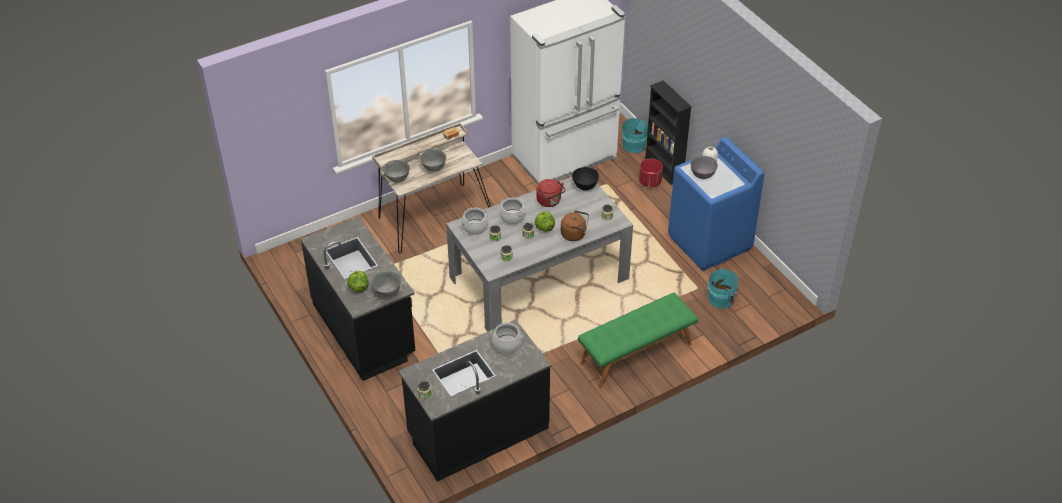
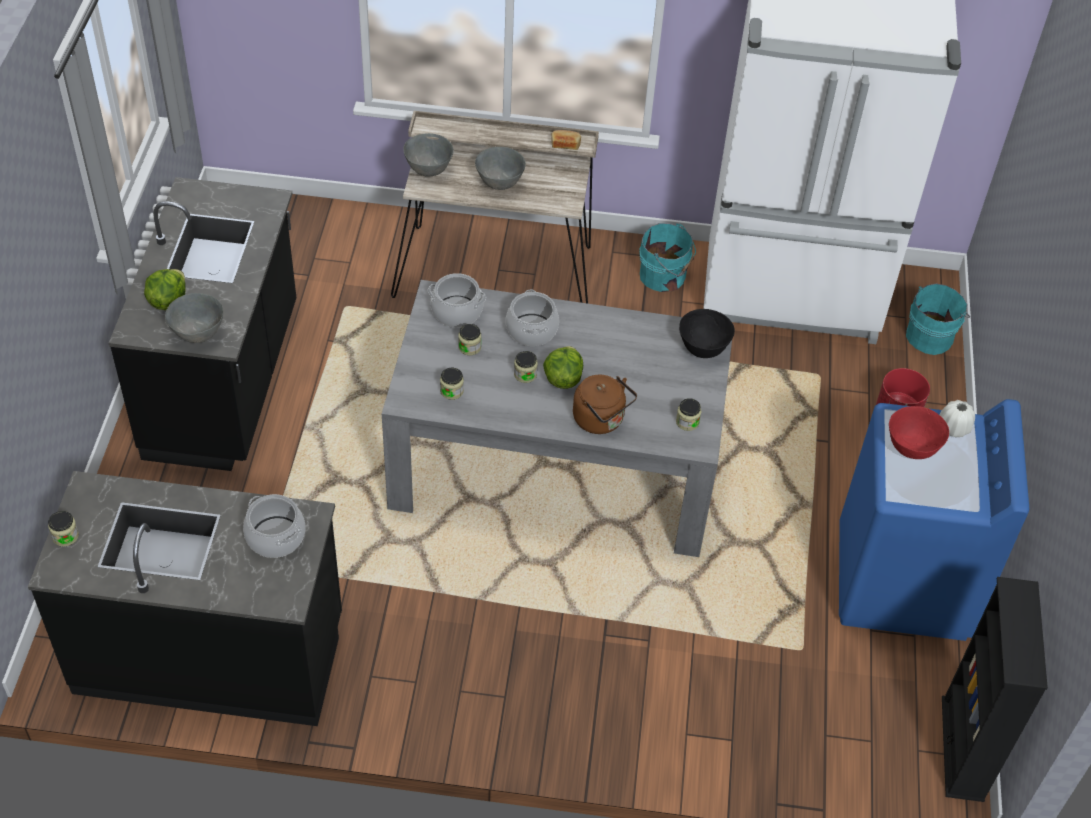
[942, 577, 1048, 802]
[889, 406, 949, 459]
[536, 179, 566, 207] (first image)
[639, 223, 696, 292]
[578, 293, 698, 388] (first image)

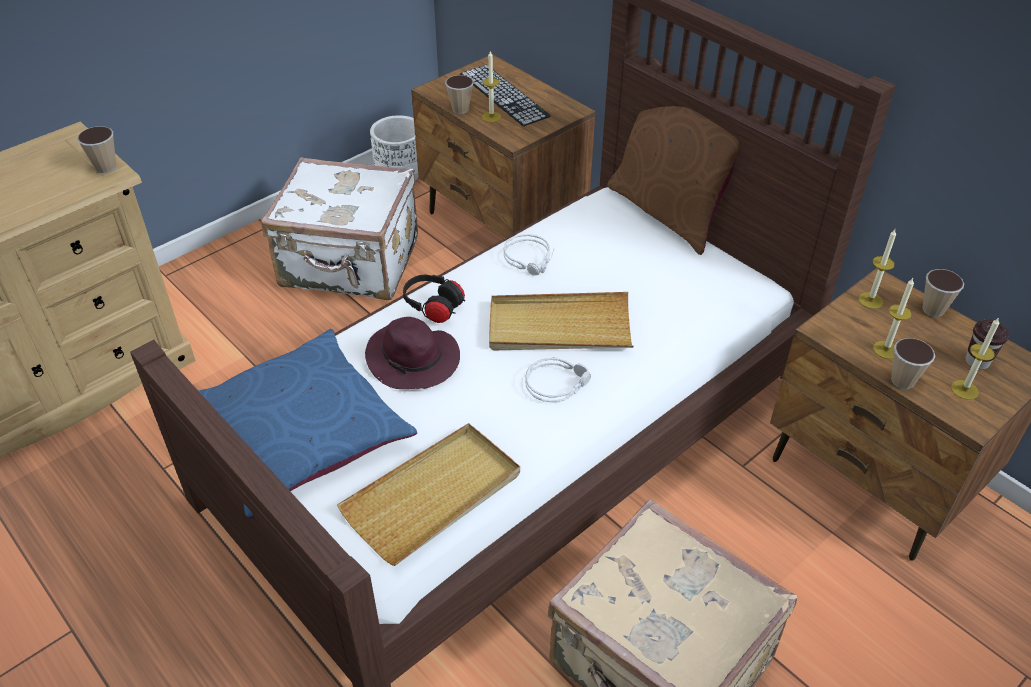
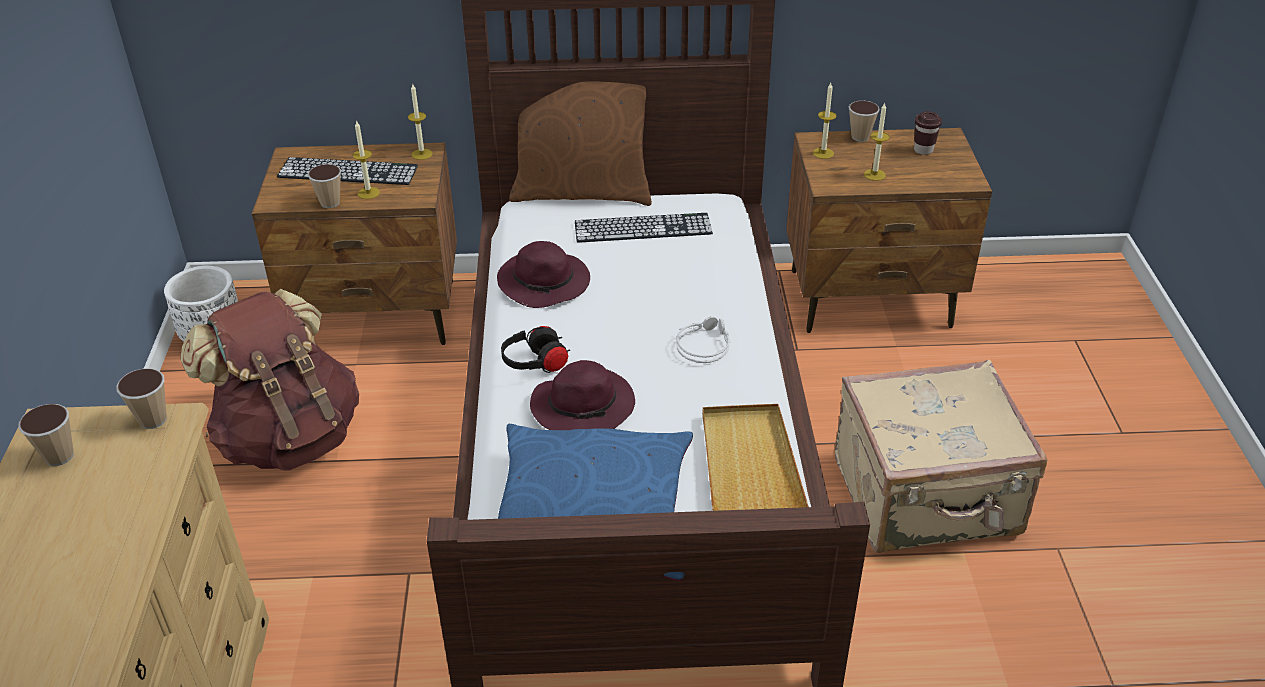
[180, 289, 359, 471]
[497, 241, 590, 308]
[489, 292, 634, 350] (first image)
[408, 83, 433, 160]
[18, 404, 74, 466]
[575, 213, 713, 243]

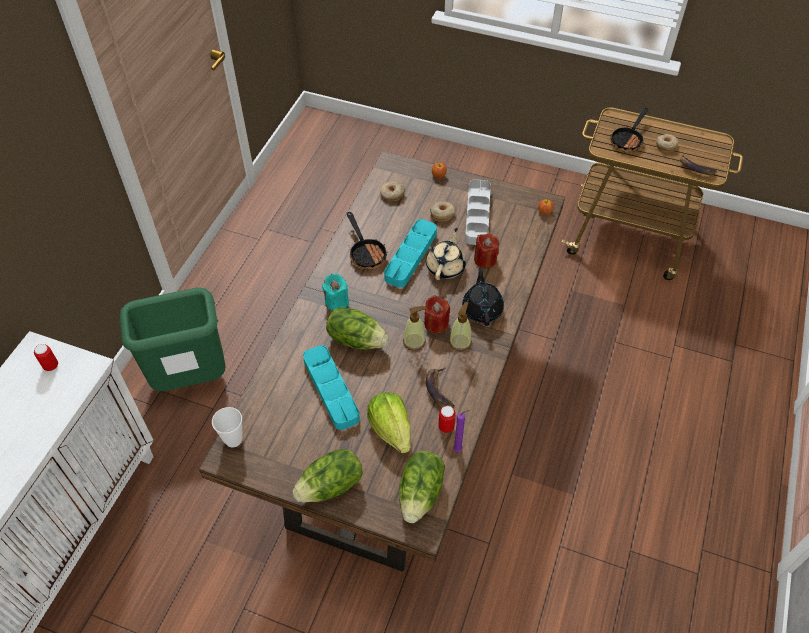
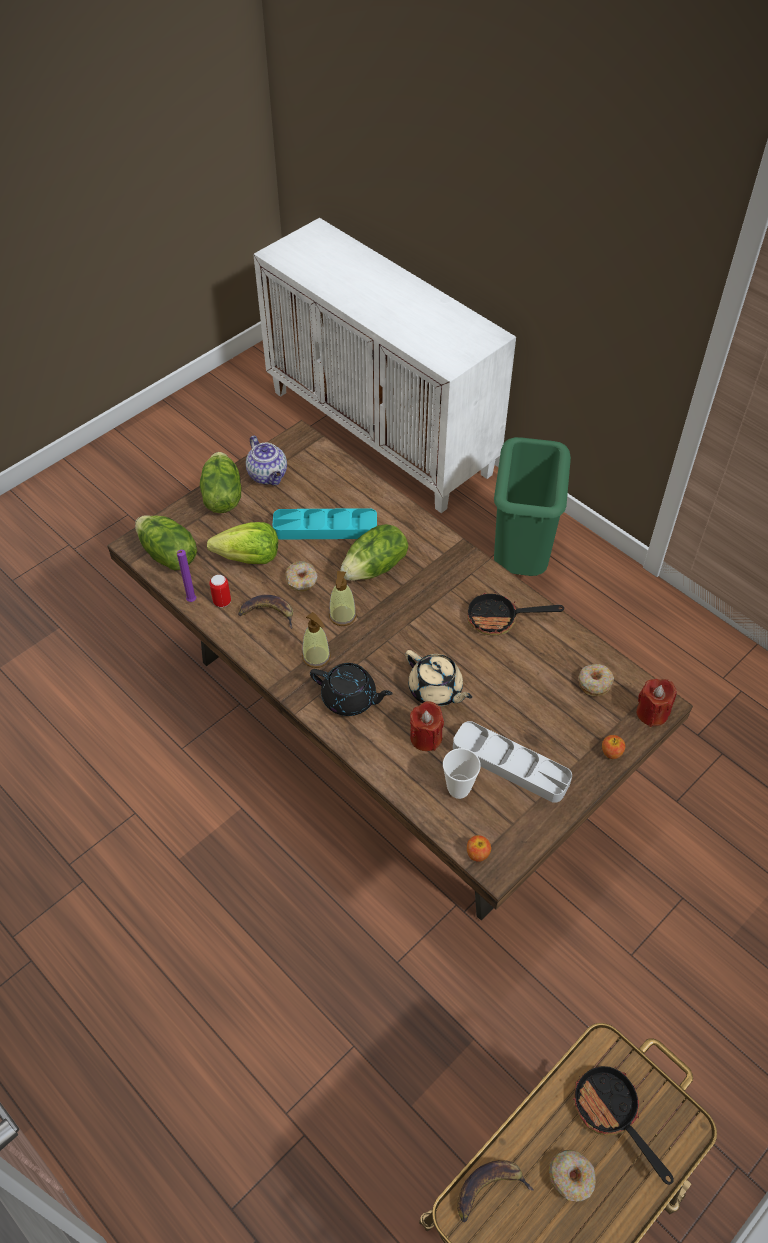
[285, 561, 317, 592]
[384, 219, 437, 288] (first image)
[322, 273, 349, 311] (first image)
[636, 679, 677, 727]
[34, 344, 58, 371] (first image)
[443, 748, 481, 799]
[246, 436, 287, 486]

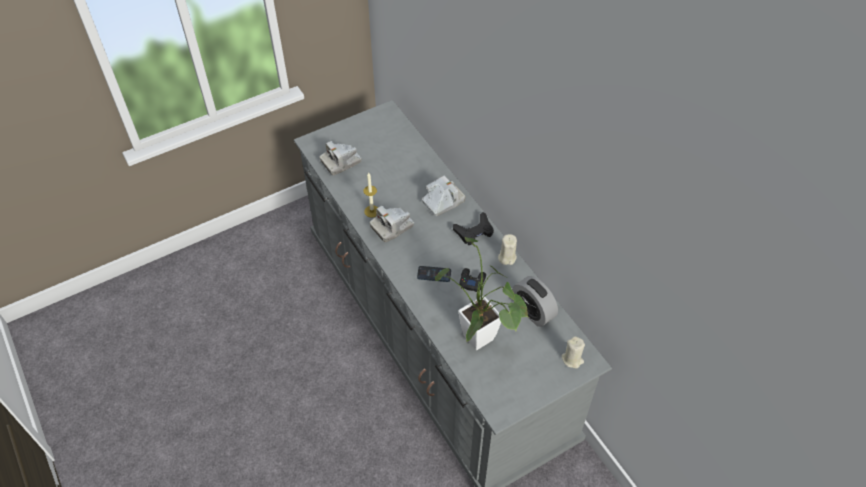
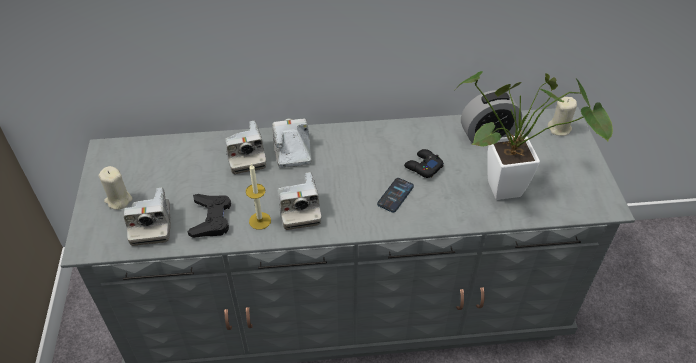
[188, 194, 231, 238]
[99, 166, 132, 210]
[225, 121, 266, 174]

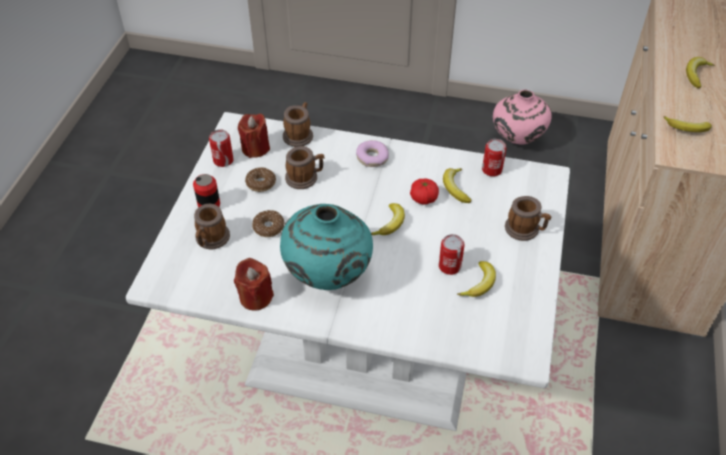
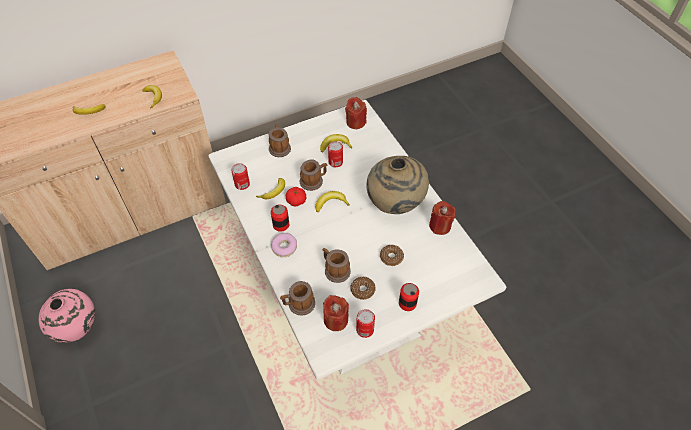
[300, 160, 327, 191]
[367, 156, 429, 214]
[345, 97, 367, 129]
[271, 205, 289, 232]

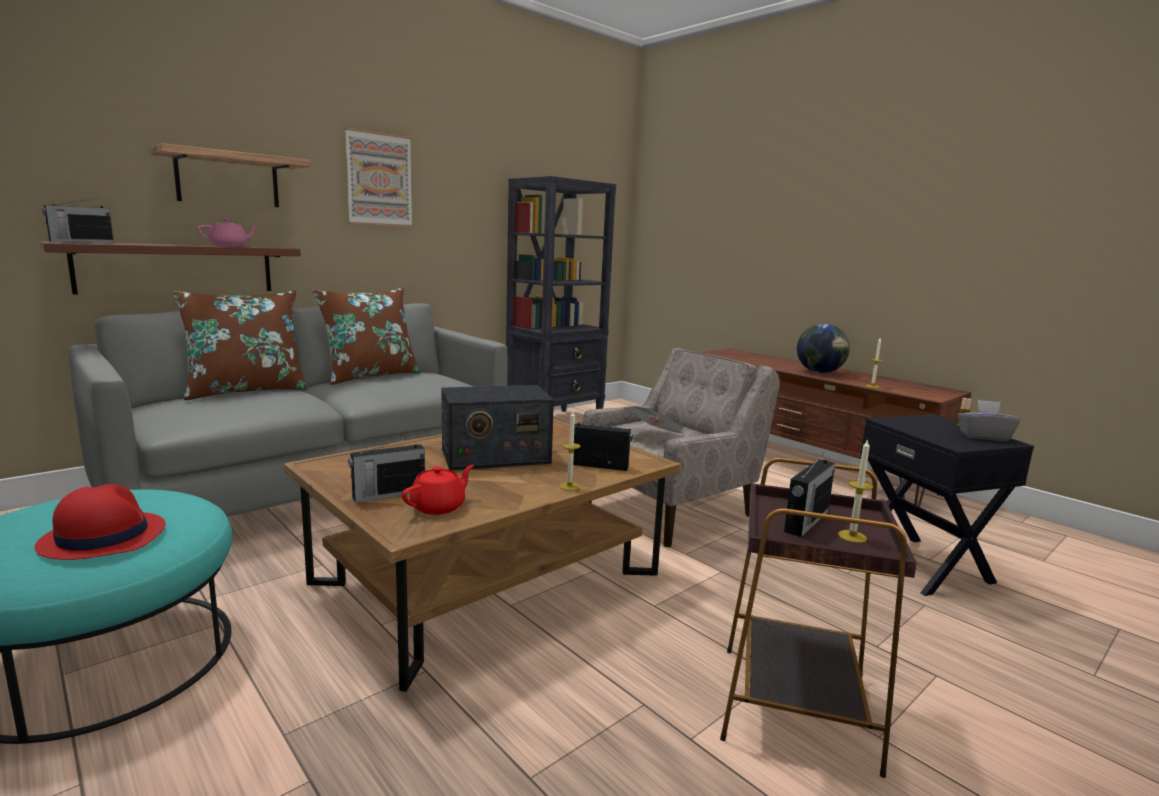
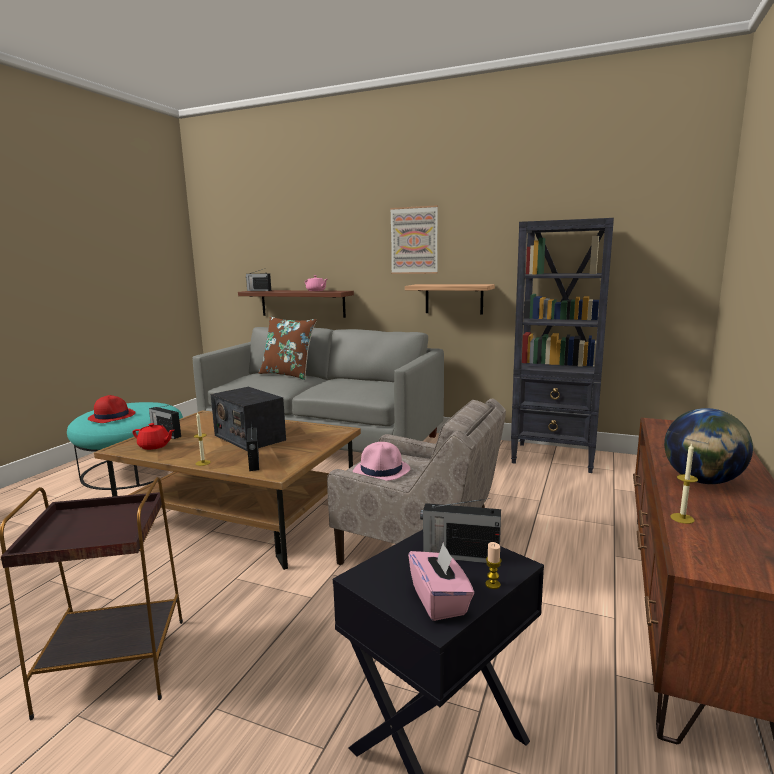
[405, 284, 495, 315]
[312, 288, 421, 385] (first image)
[408, 542, 474, 621]
[353, 442, 410, 481]
[838, 439, 873, 543] (first image)
[420, 498, 501, 563]

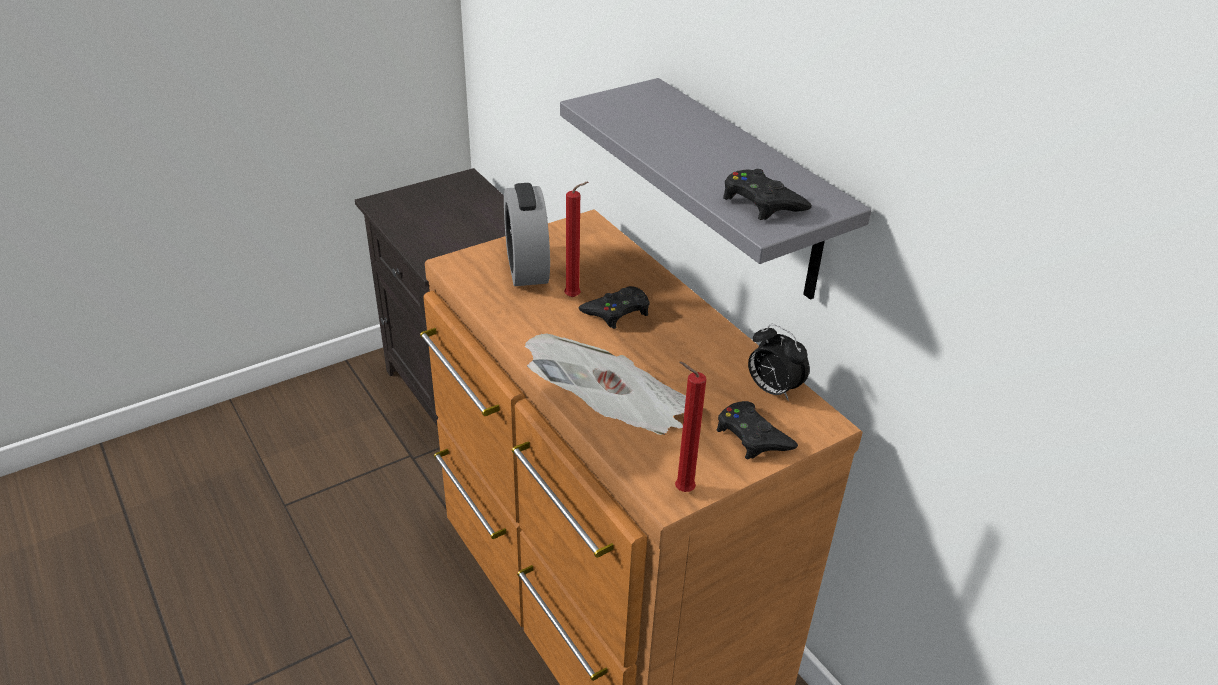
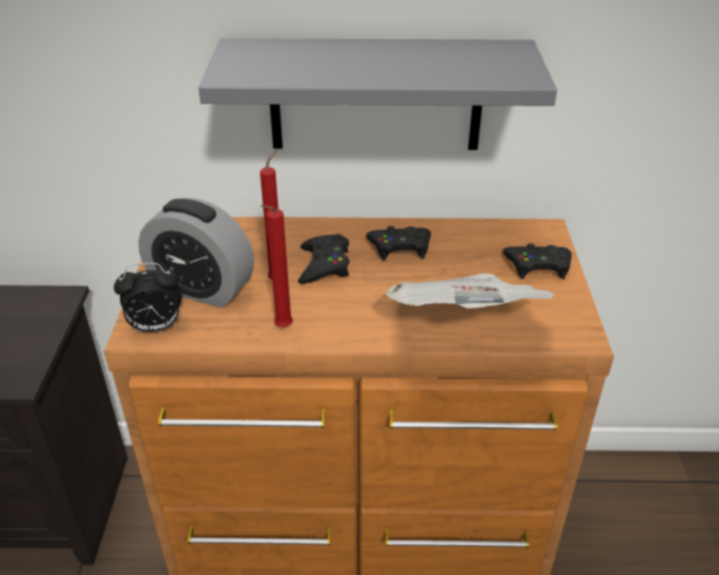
[366, 226, 431, 261]
[114, 263, 182, 332]
[261, 205, 293, 327]

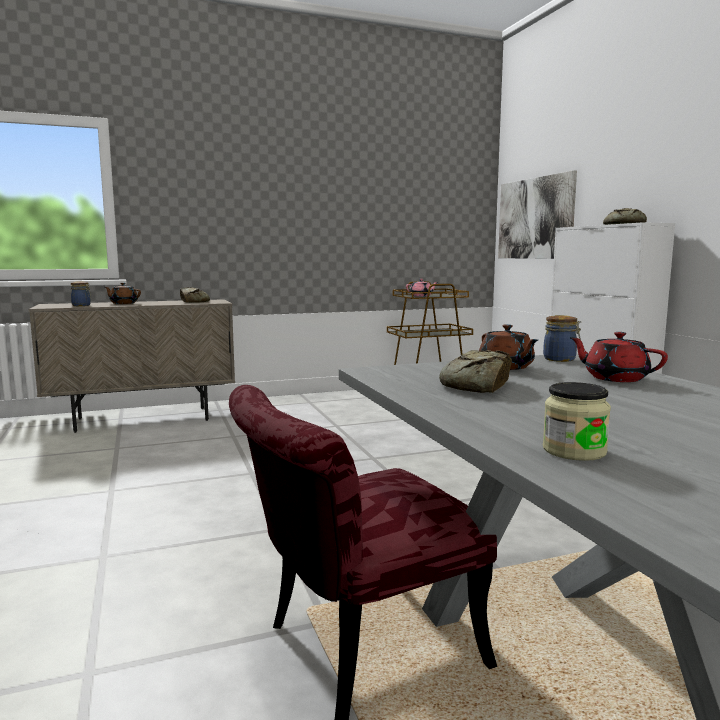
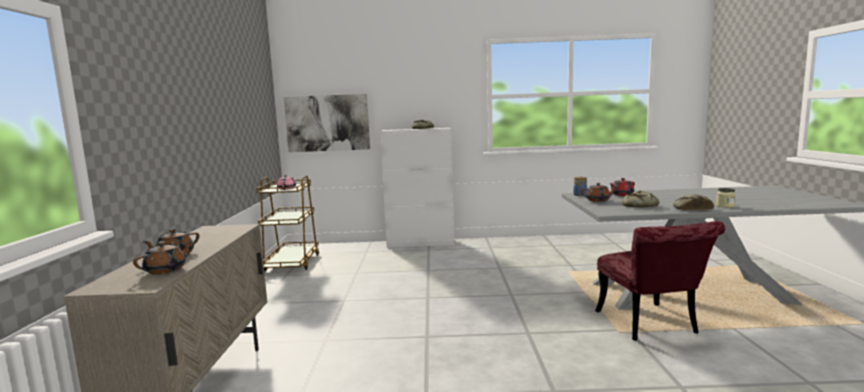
[133, 240, 193, 275]
[673, 194, 714, 210]

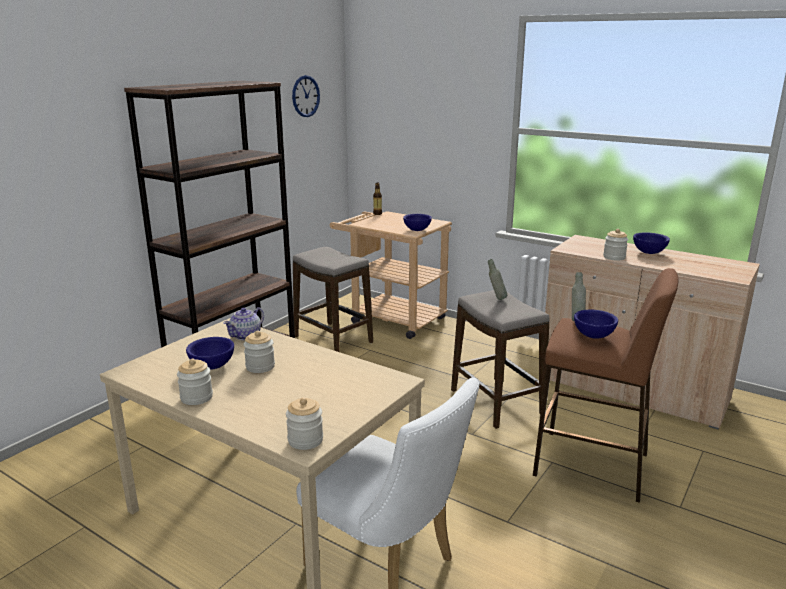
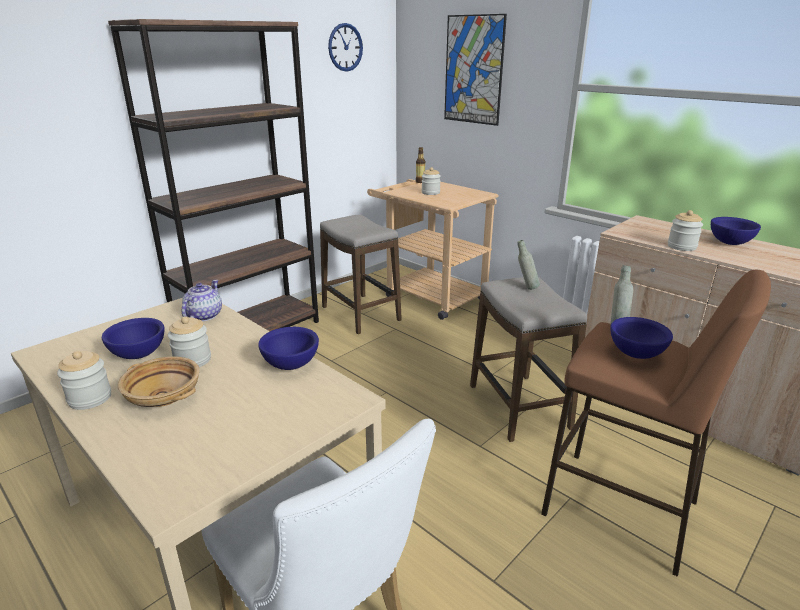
[258, 327, 319, 370]
[182, 280, 222, 321]
[422, 167, 441, 195]
[444, 14, 507, 126]
[118, 357, 200, 407]

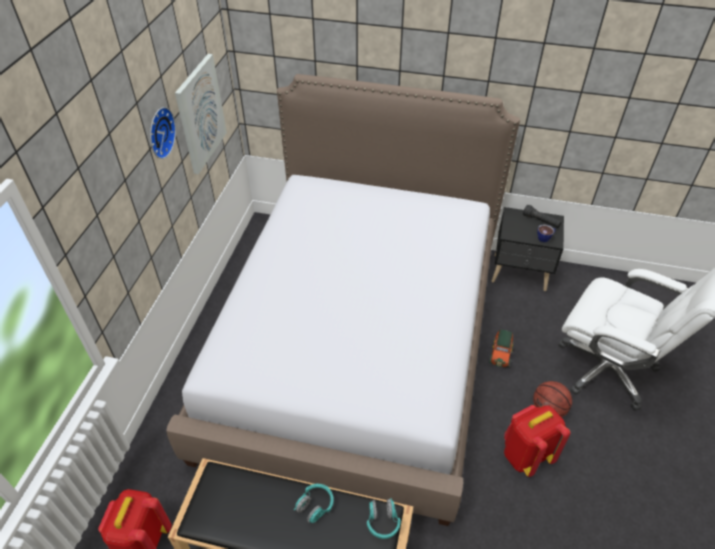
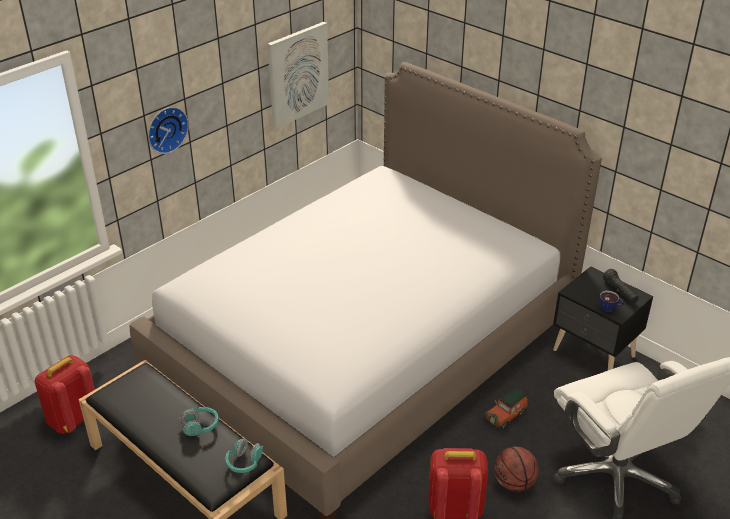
[148, 107, 189, 154]

